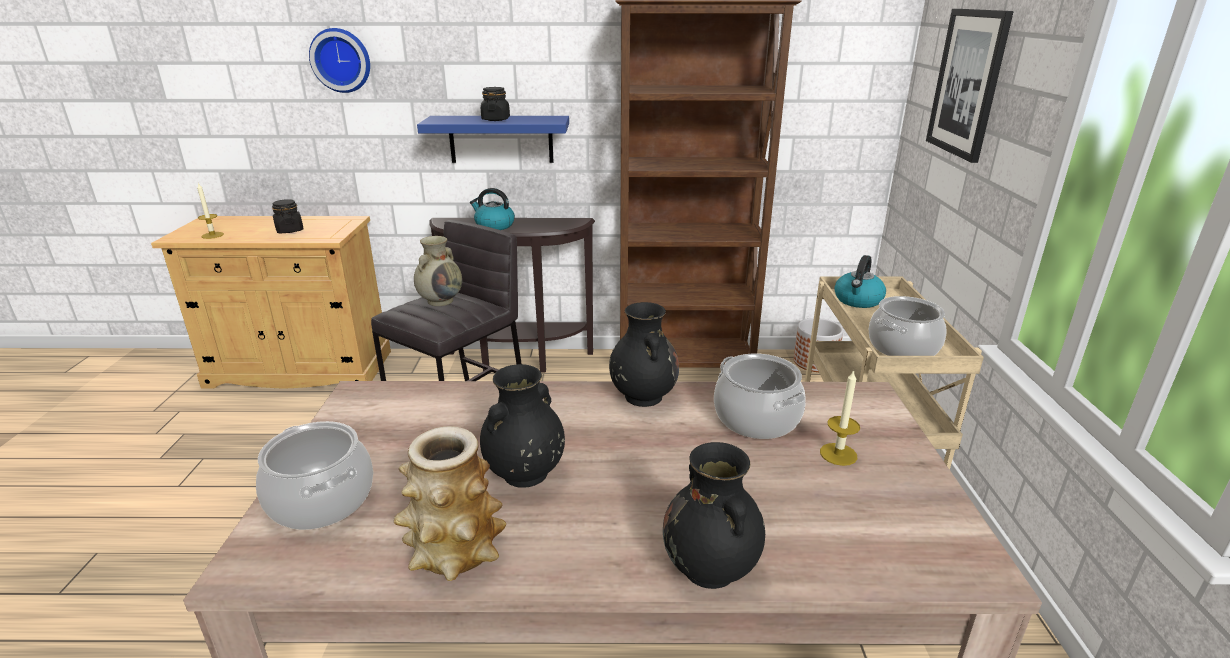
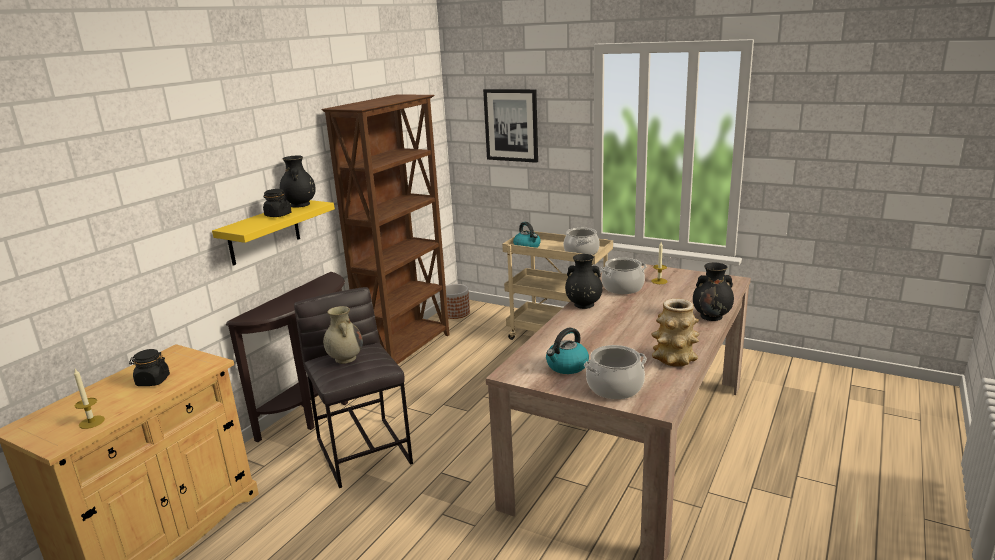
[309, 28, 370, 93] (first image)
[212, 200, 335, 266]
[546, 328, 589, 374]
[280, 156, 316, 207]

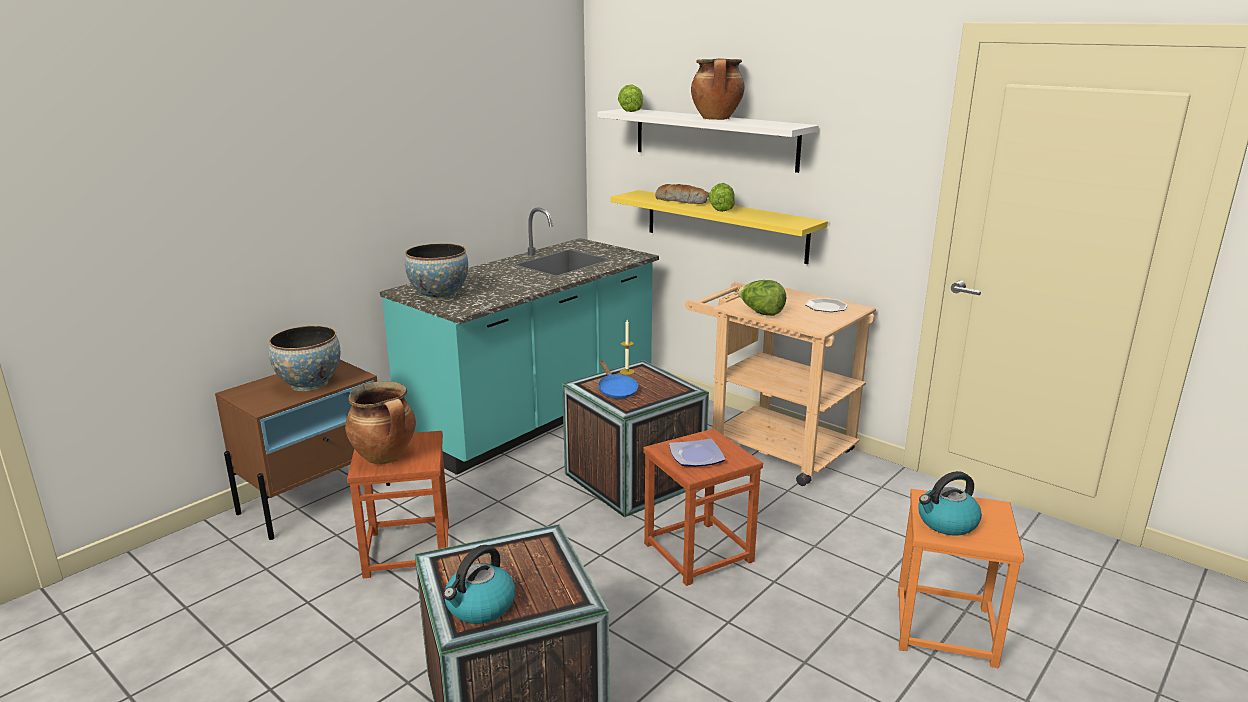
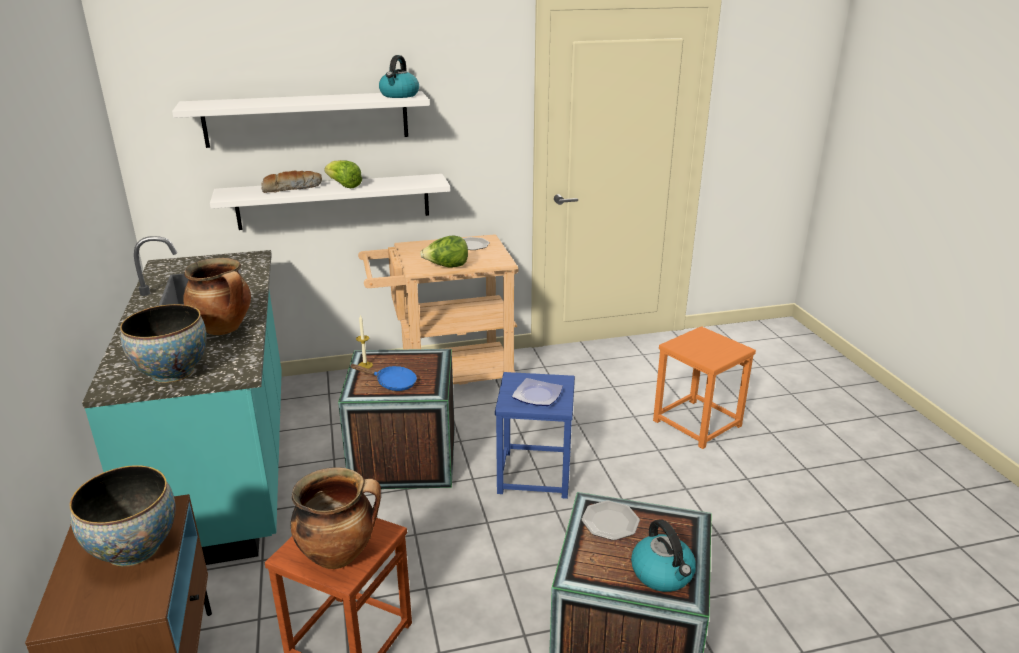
[183, 258, 251, 335]
[618, 85, 643, 112] (first image)
[210, 174, 450, 230]
[495, 372, 575, 499]
[379, 55, 419, 98]
[582, 501, 640, 540]

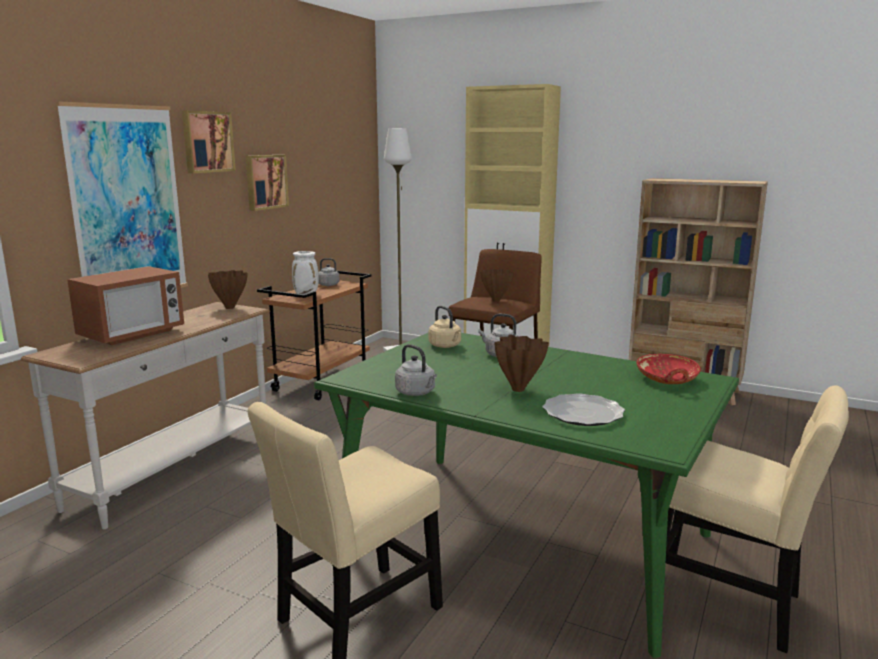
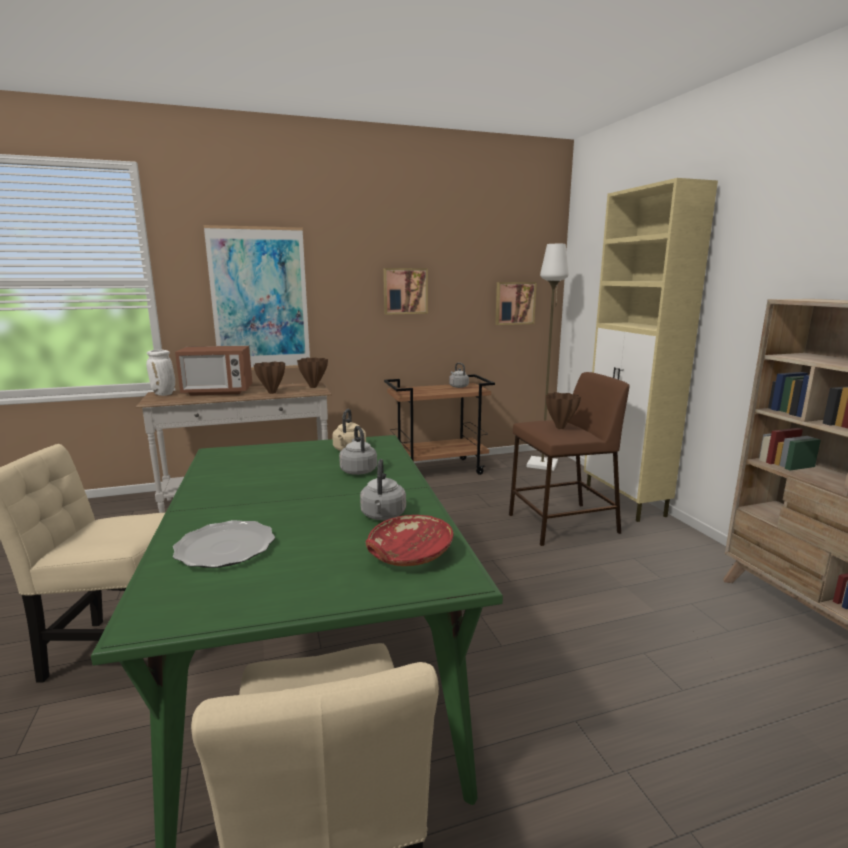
[495, 282, 537, 325]
[146, 350, 175, 396]
[254, 362, 285, 394]
[360, 459, 406, 520]

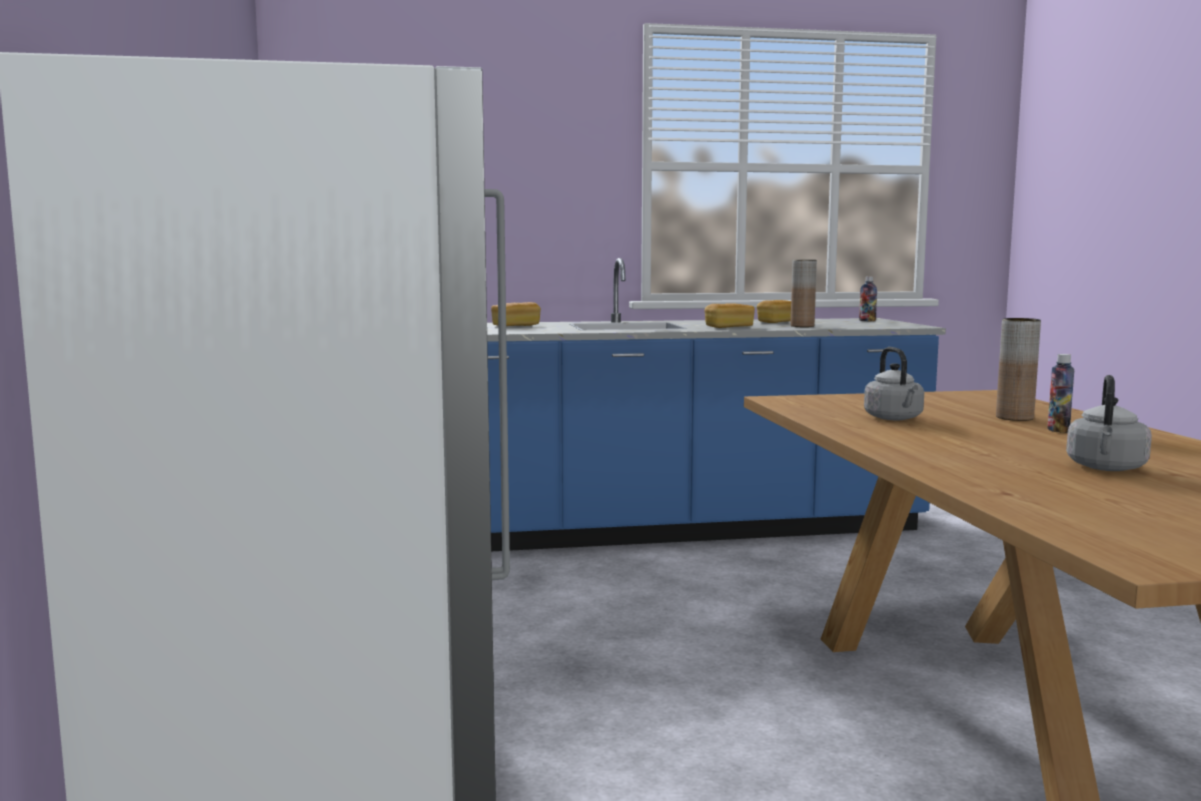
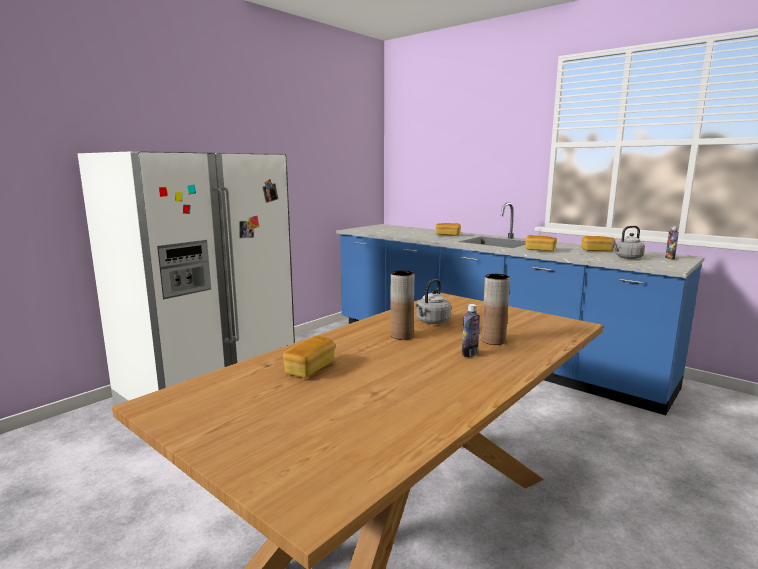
[390, 270, 414, 340]
[611, 226, 645, 259]
[283, 336, 335, 378]

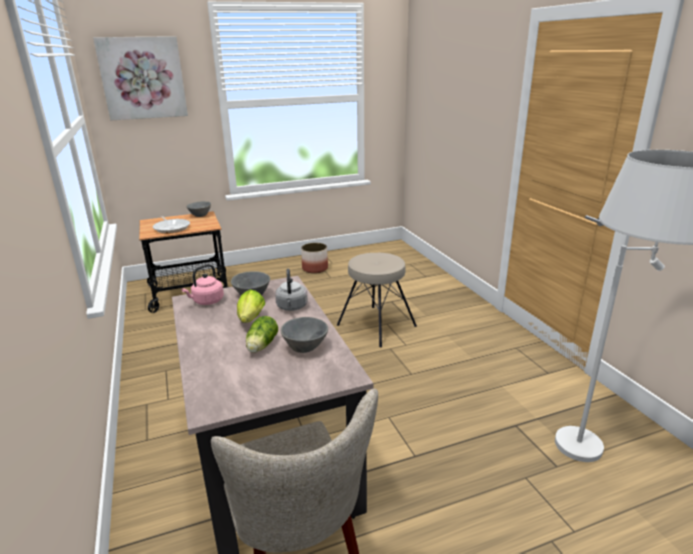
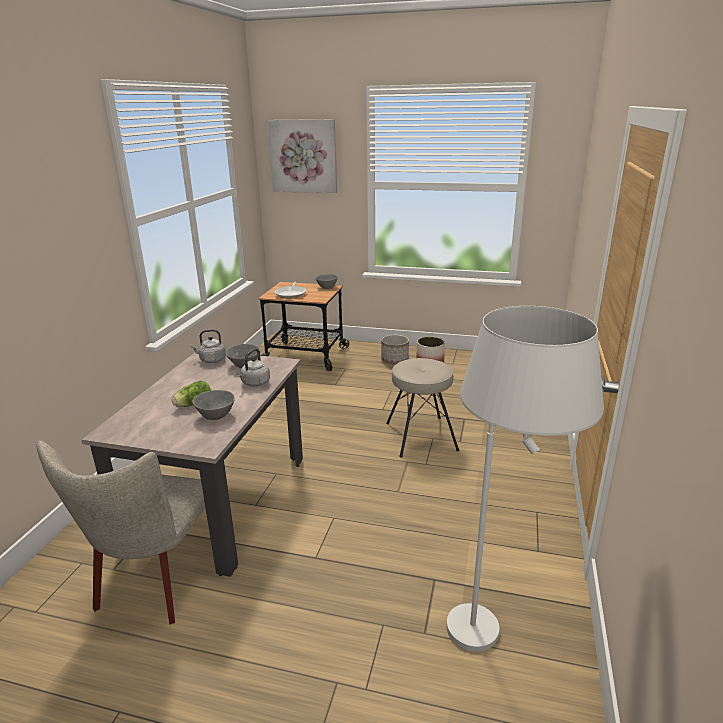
[190, 329, 226, 363]
[237, 290, 265, 323] (first image)
[381, 335, 409, 364]

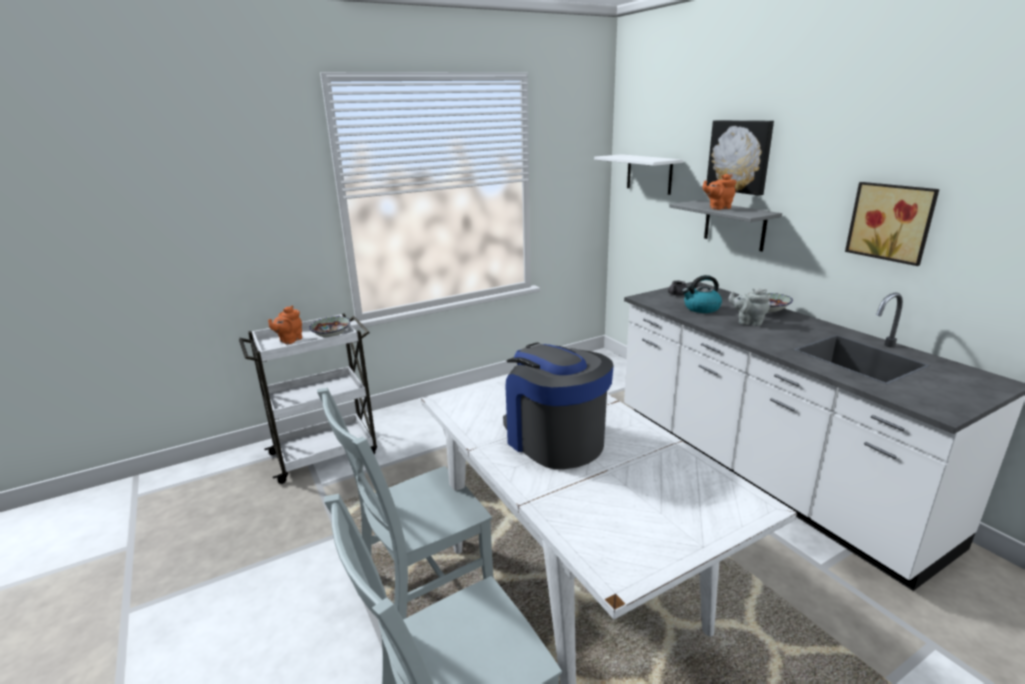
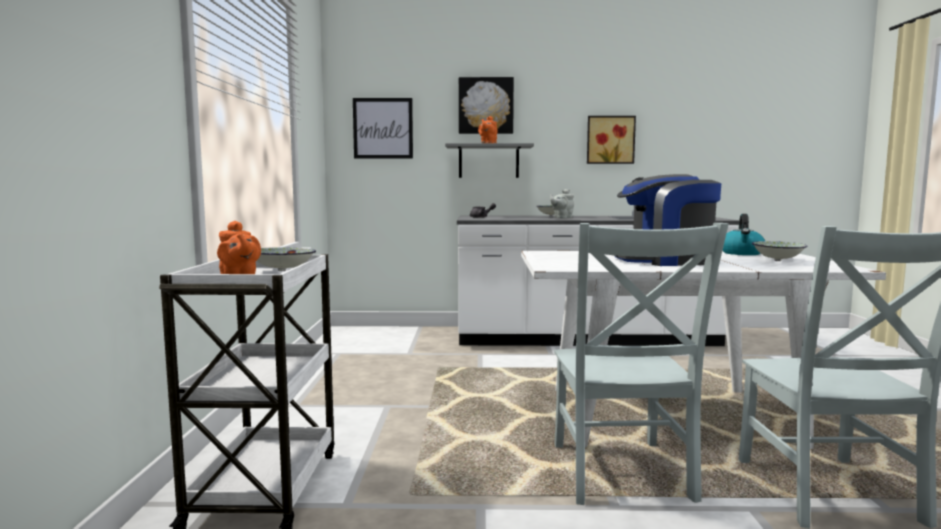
[353, 98, 413, 159]
[722, 214, 765, 255]
[752, 241, 808, 261]

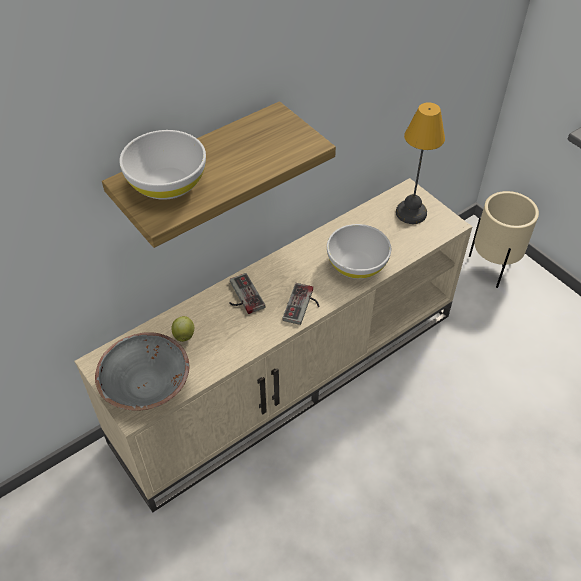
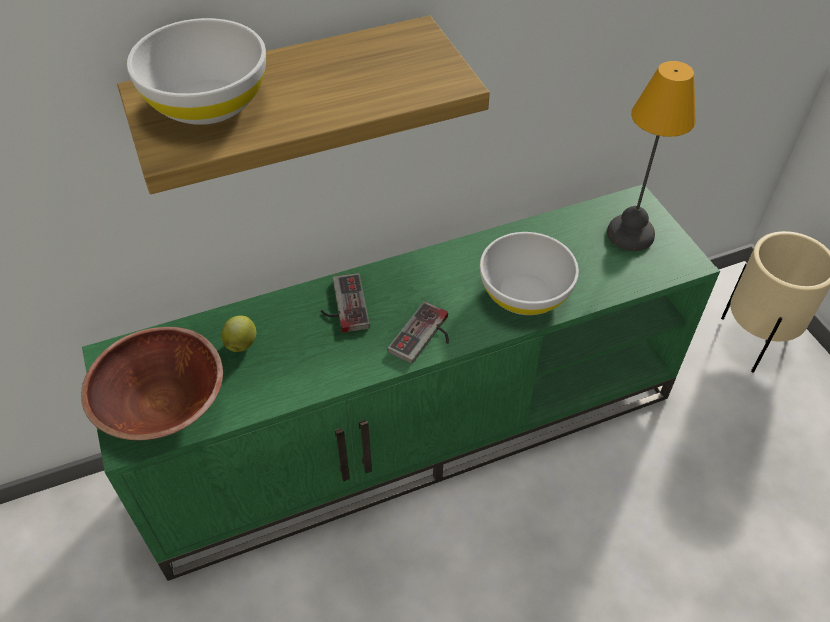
[82, 184, 720, 581]
[81, 327, 223, 441]

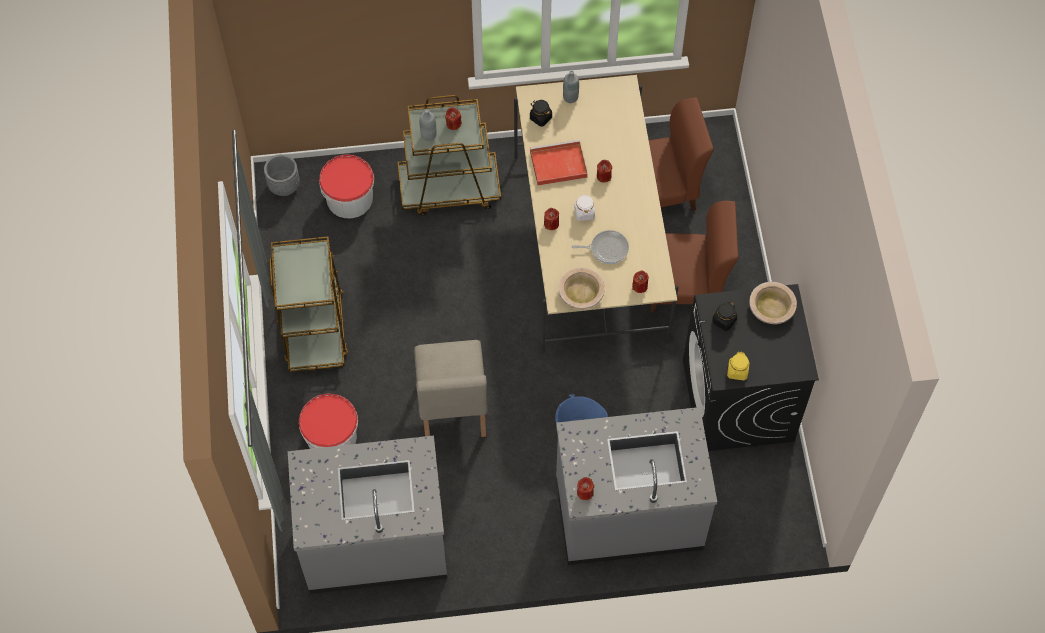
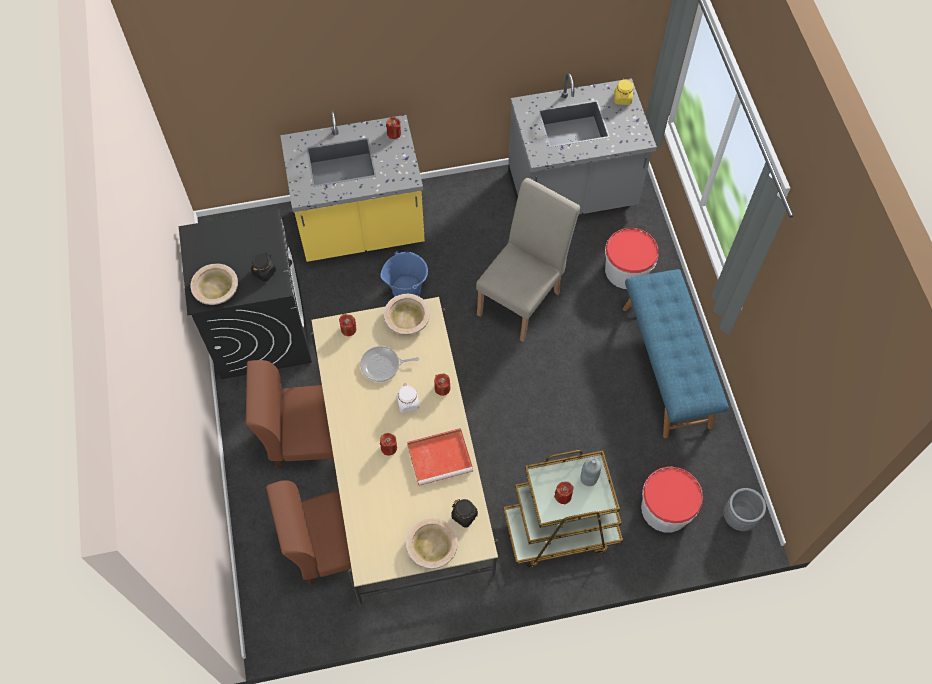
[406, 518, 458, 569]
[623, 269, 729, 438]
[476, 178, 580, 342]
[614, 79, 633, 105]
[280, 111, 425, 262]

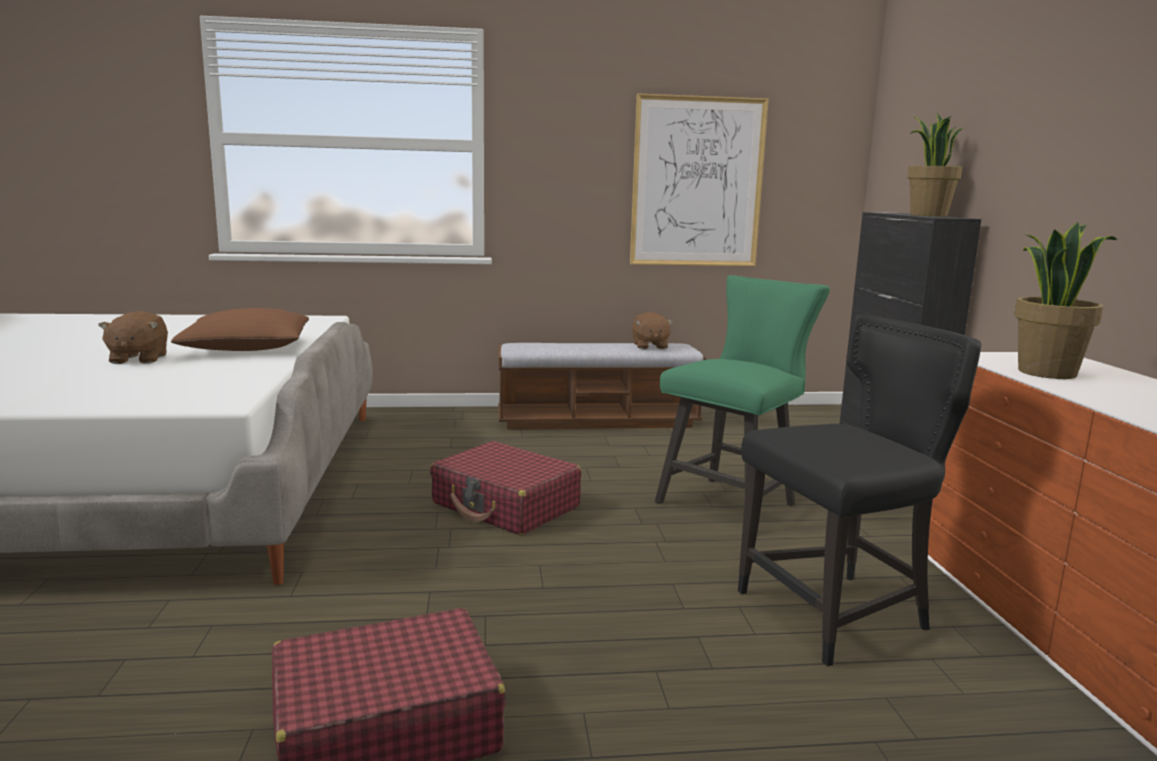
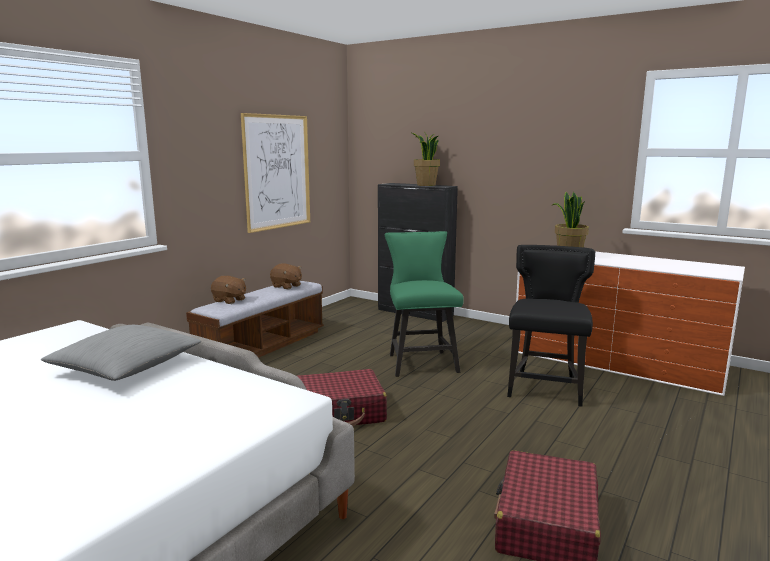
[41, 325, 201, 381]
[211, 276, 246, 304]

